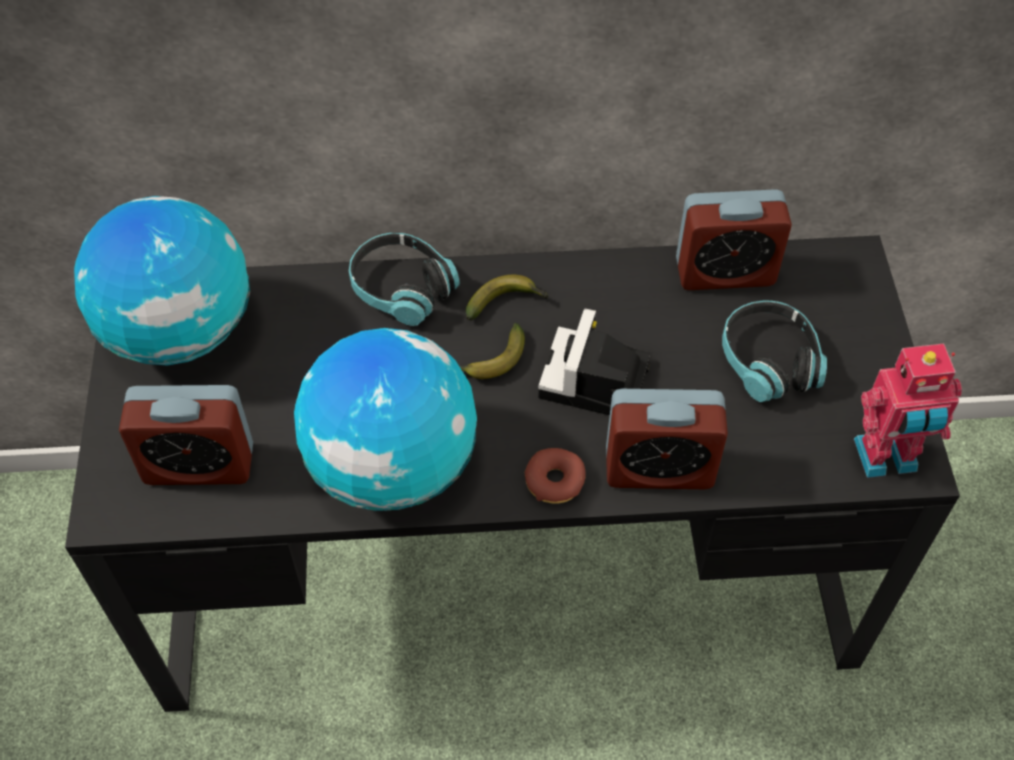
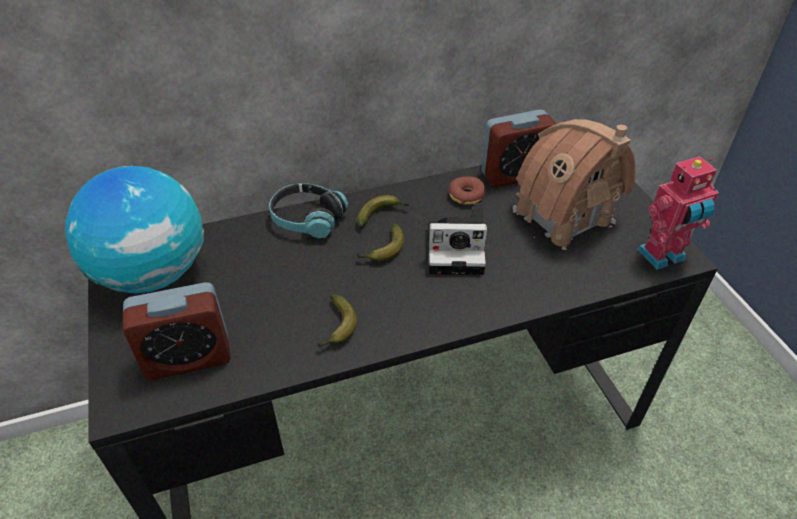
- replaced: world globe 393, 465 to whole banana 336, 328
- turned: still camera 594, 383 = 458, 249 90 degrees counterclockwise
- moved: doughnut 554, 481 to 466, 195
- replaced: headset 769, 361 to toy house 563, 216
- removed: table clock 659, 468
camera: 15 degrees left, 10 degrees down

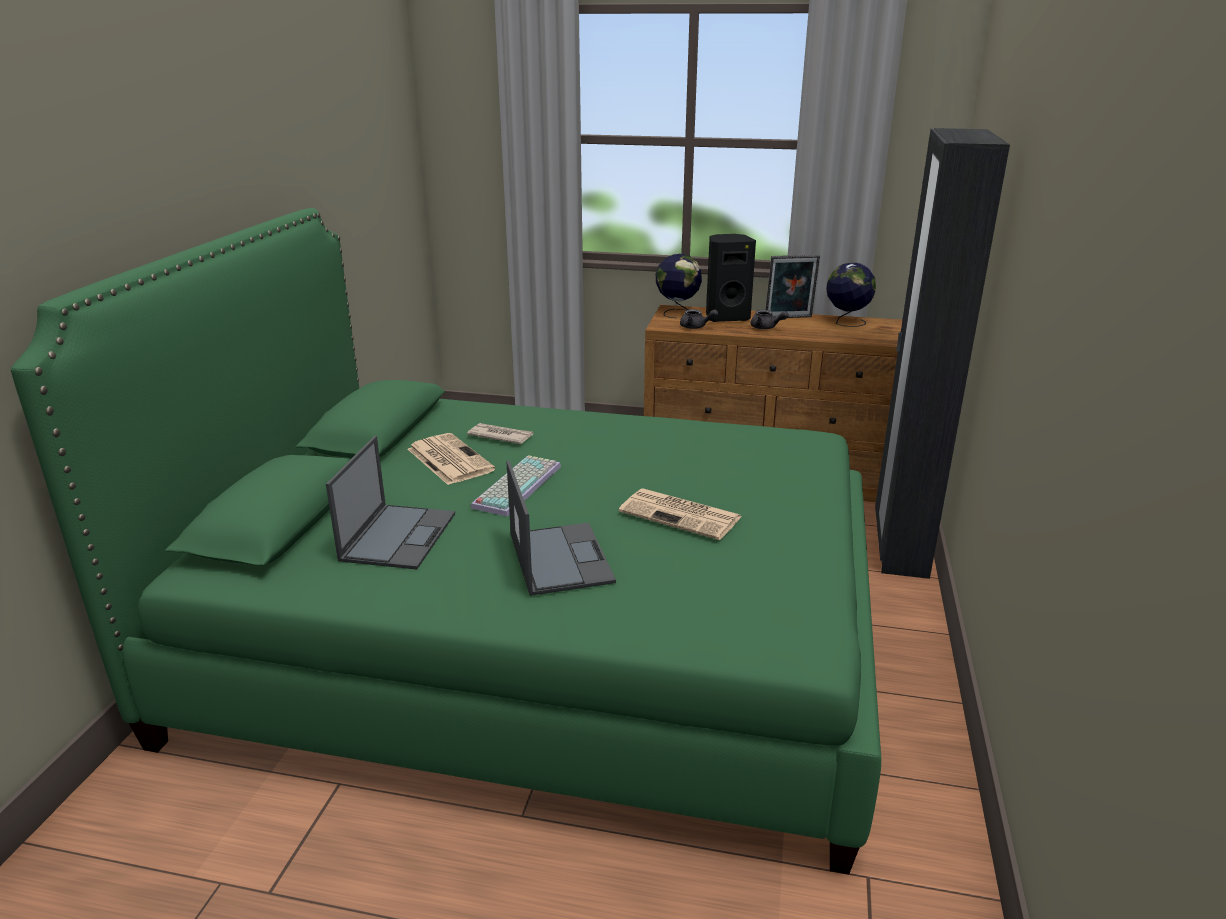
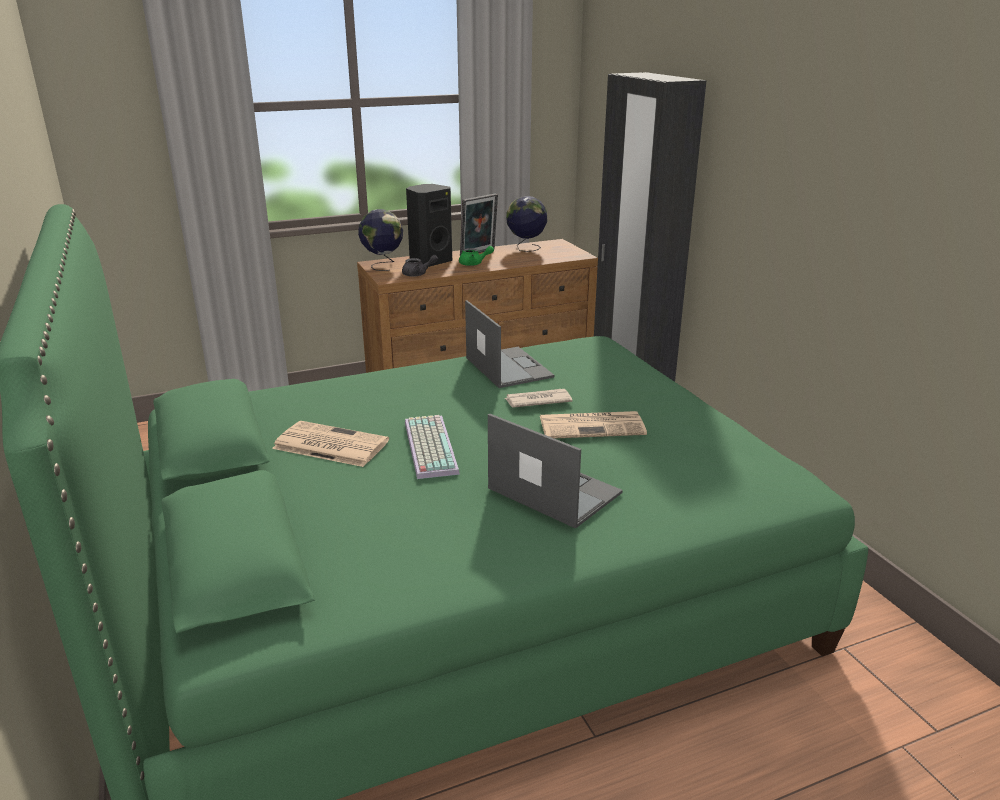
- recoloured: grey tea pot 766, 328 to green tea pot 474, 264
- moved: laptop 399, 536 to 507, 367
- moved: printed paper 500, 436 to 537, 401
camera: 35 degrees left, 0 degrees up

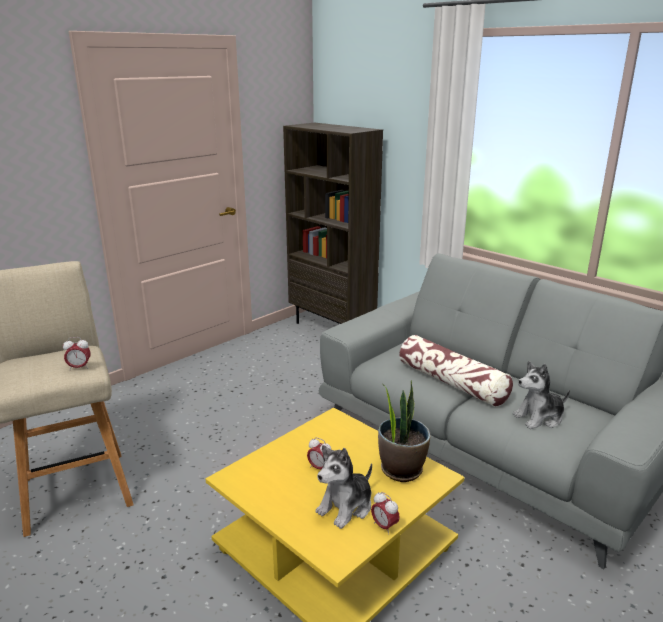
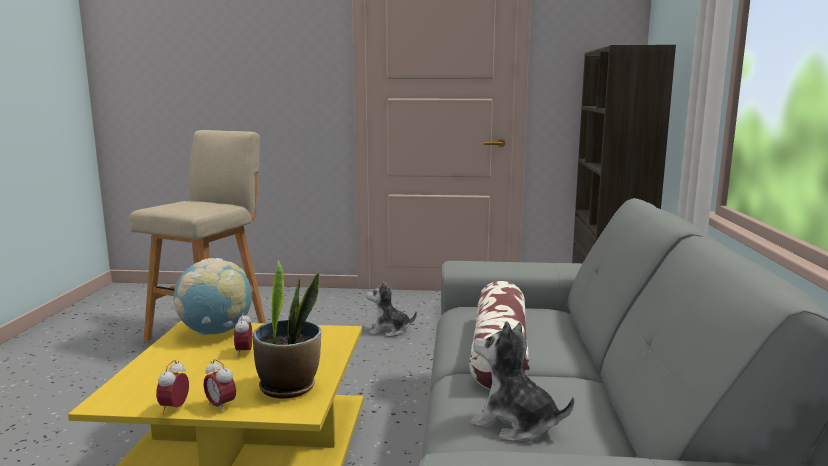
- added: world globe 216, 332
- moved: table clock 79, 368 to 221, 406
- moved: cuddly toy 346, 507 to 389, 331
camera: 50 degrees right, 10 degrees down

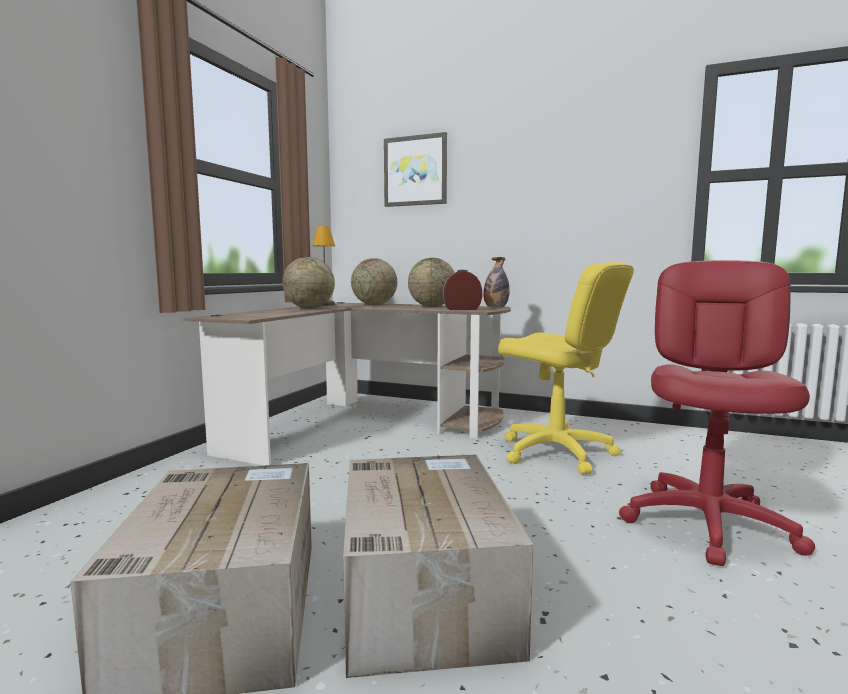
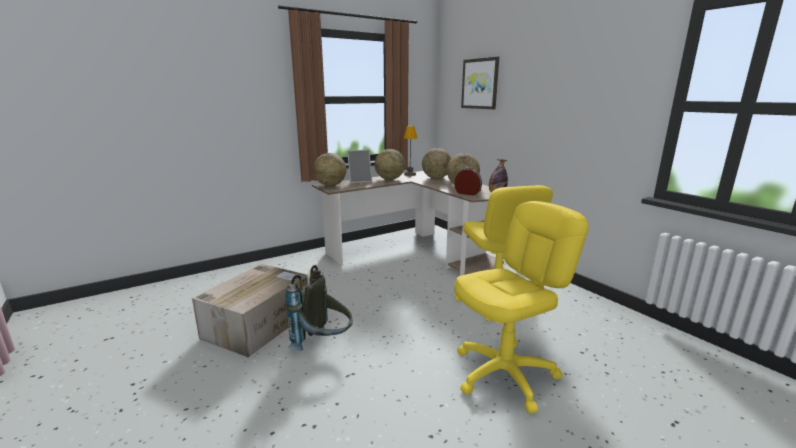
- replaced: packing box 423, 589 to grey rucksack 324, 344
- added: world globe 330, 185
- added: photo frame 360, 181
- recoloured: red office chair 708, 524 to yellow-coloured office chair 505, 374
camera: 35 degrees right, 10 degrees up

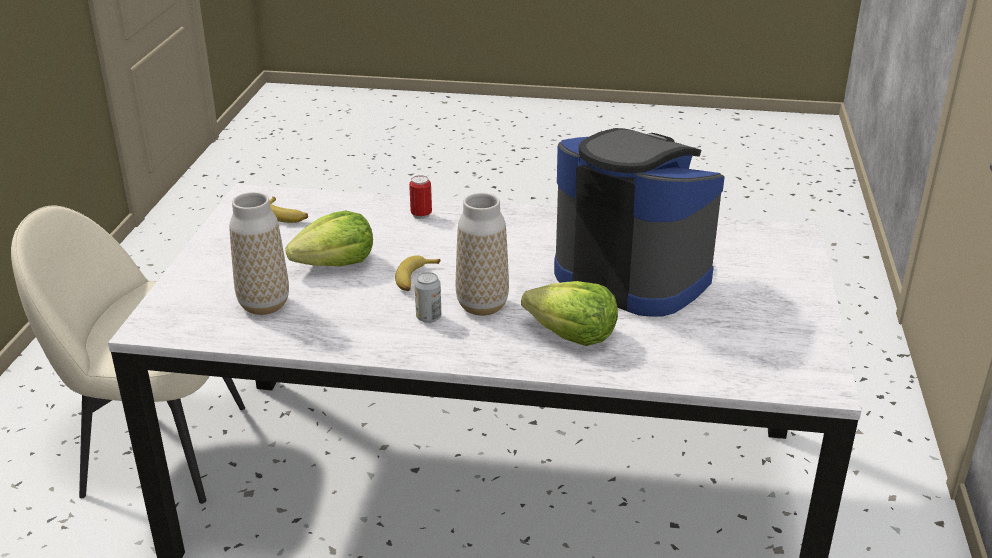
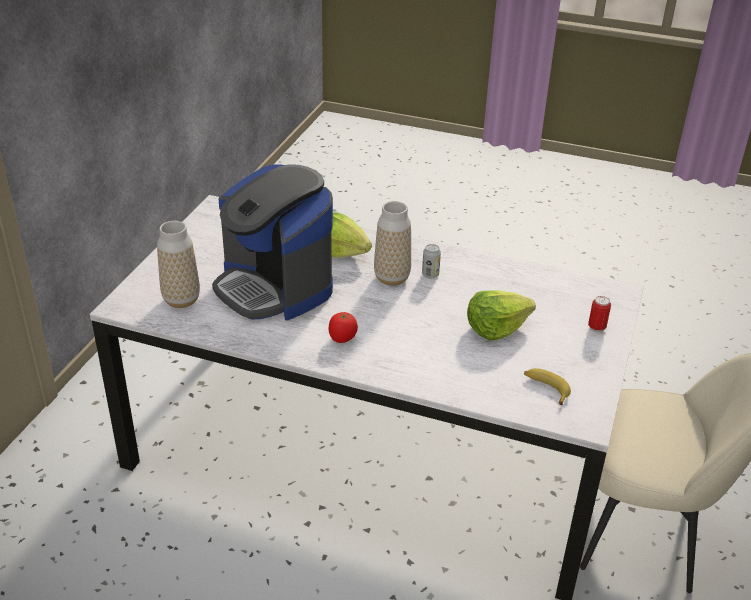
- moved: vase 264, 305 to 181, 300
- added: whole tomato 342, 338
- moved: can 421, 215 to 596, 327
- removed: whole banana 415, 279
camera: 170 degrees left, 5 degrees up

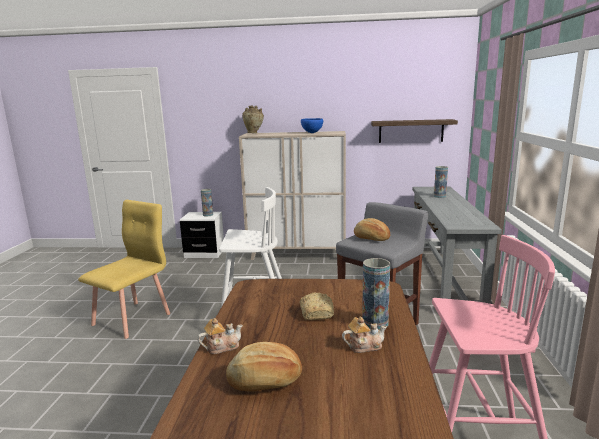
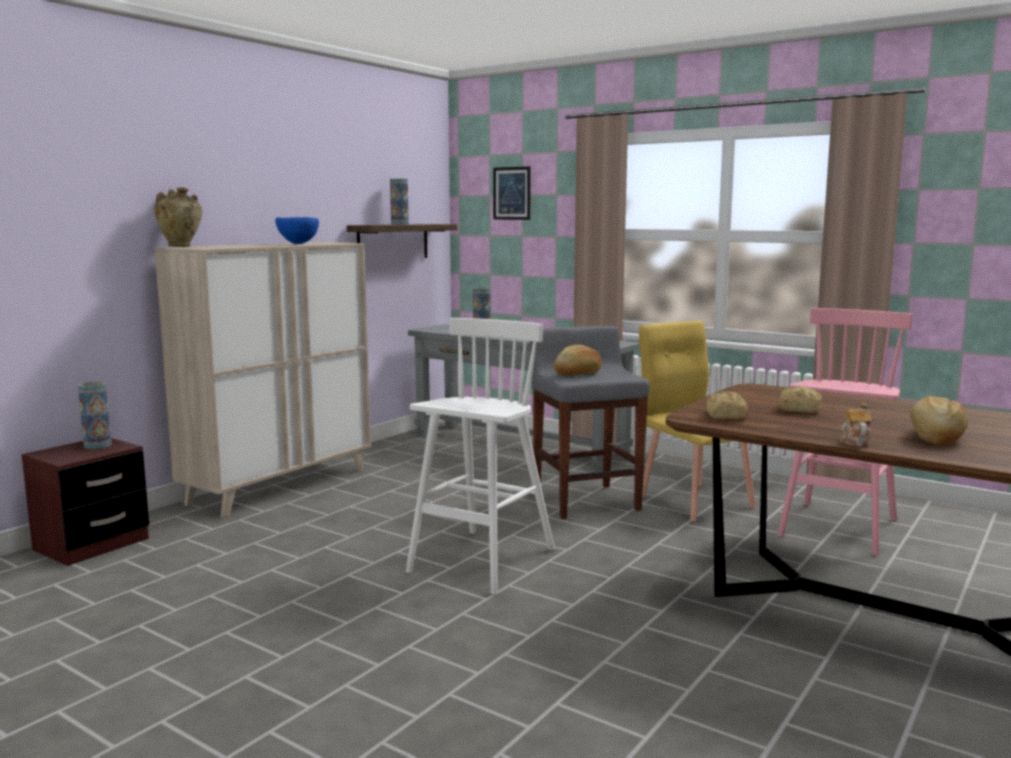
- recoloured: white bedside table 204, 253 to brown bedside table 92, 544
- moved: vase 375, 323 to 399, 224
- added: wall art 512, 193
- moved: yellow-coloured upright chair 132, 319 to 696, 501
- added: bread 725, 416
- removed: tea pot 364, 346
camera: 60 degrees left, 5 degrees down

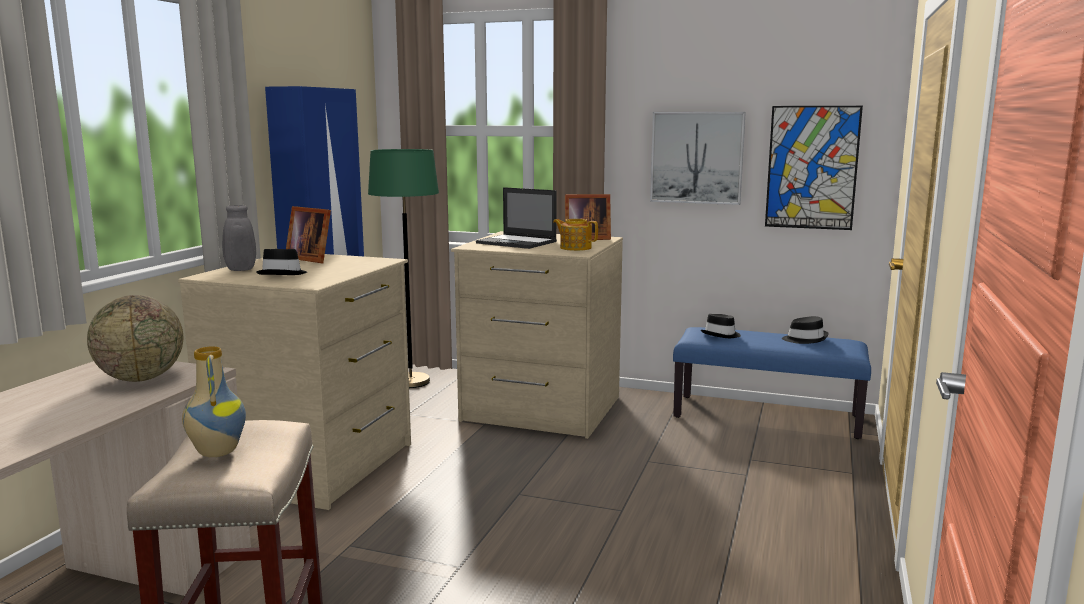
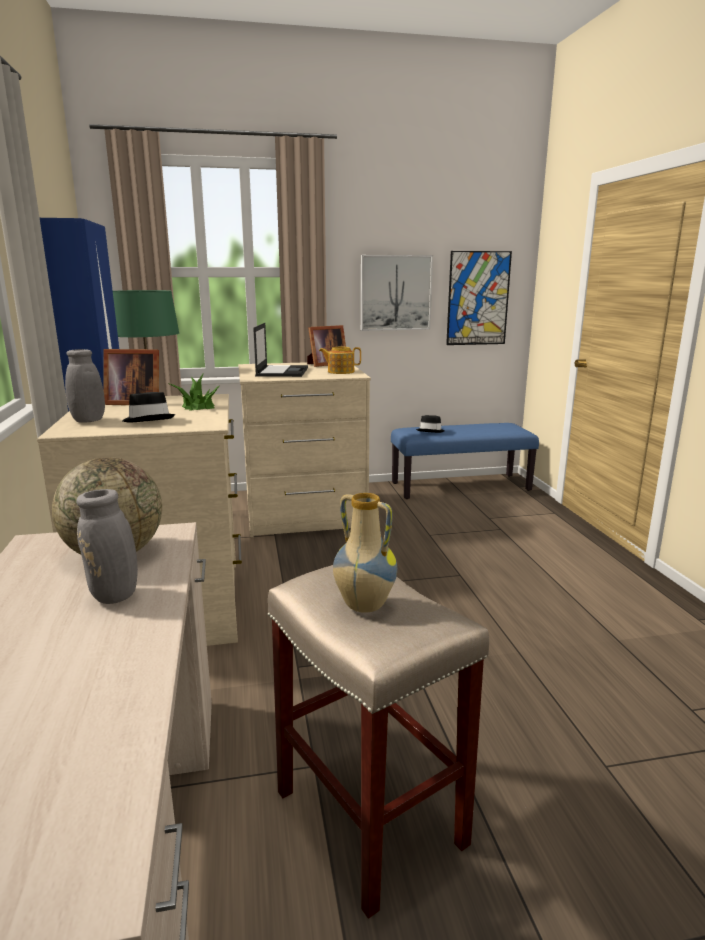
- added: grey vase 117, 597
- added: potted plant 198, 406
- turned: laptop 517, 242 = 282, 371 90 degrees counterclockwise
- removed: black-coloured hat 805, 339
camera: 30 degrees left, 5 degrees up

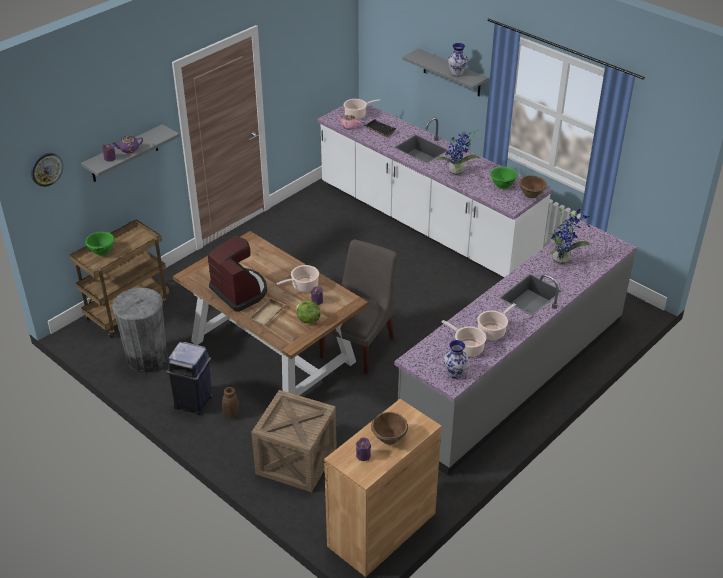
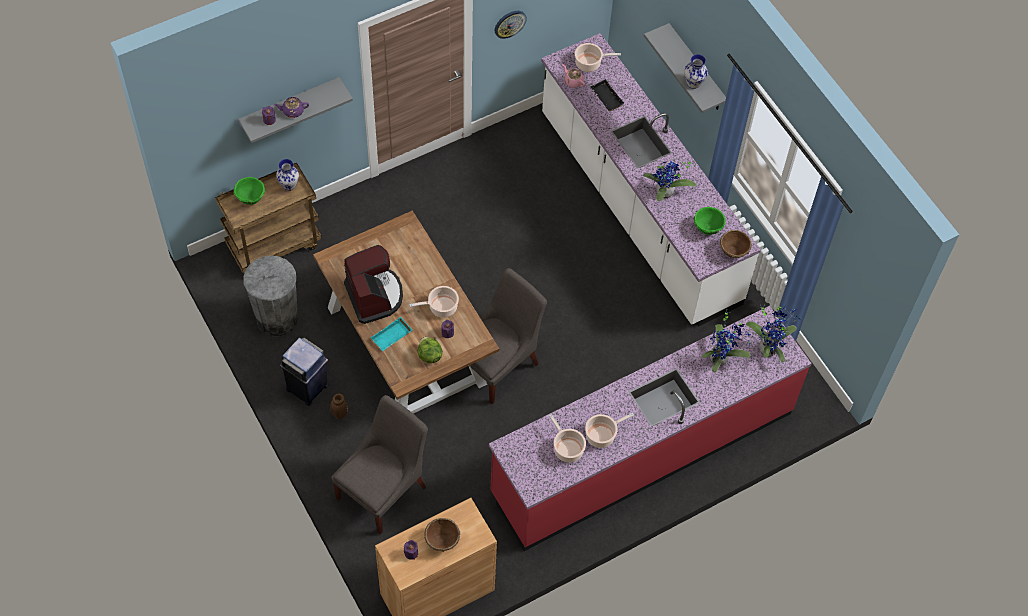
- moved: vase 455, 374 to 289, 185
- replaced: crate 296, 461 to grey upright chair 384, 489
- recoloured: beige carrying tray 268, 315 to blue-green carrying tray 391, 337
- recoloured: grey kitchen base unit 513, 376 to red kitchen base unit 642, 452
- moved: hanging clock 46, 169 to 509, 23
- added: potted plant 769, 347
camera: 15 degrees right, 20 degrees up

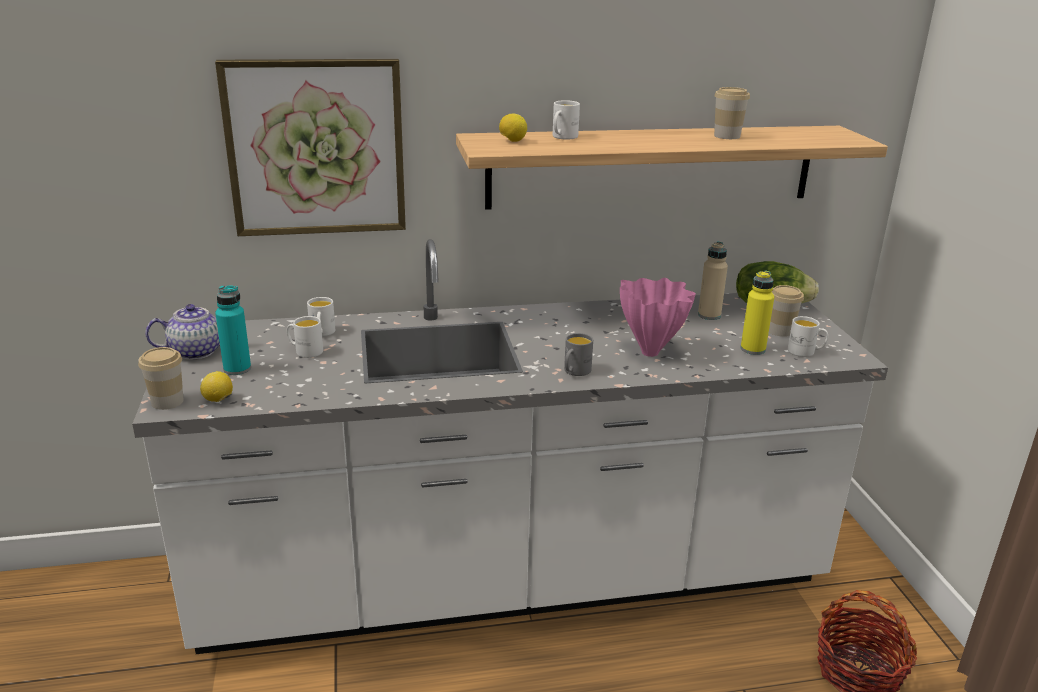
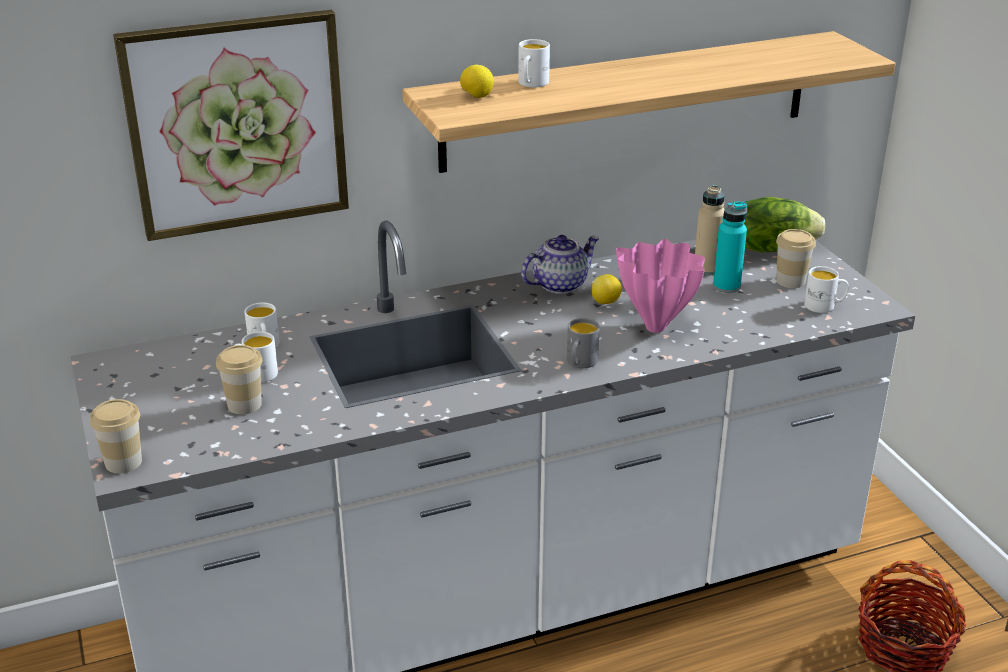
- moved: small cup 727, 136 to 244, 404
- moved: tea pot 197, 351 to 560, 284
- moved: lemon 219, 400 to 606, 302
- moved: blue-green beverage bottle 237, 369 to 726, 286
- removed: yellow-coloured beverage bottle 752, 349
camera: 10 degrees left, 5 degrees up

